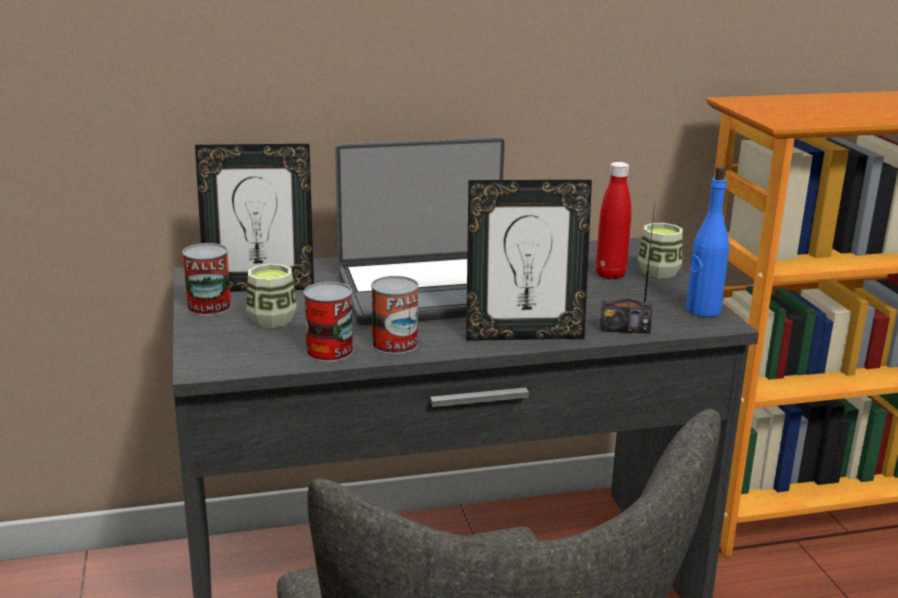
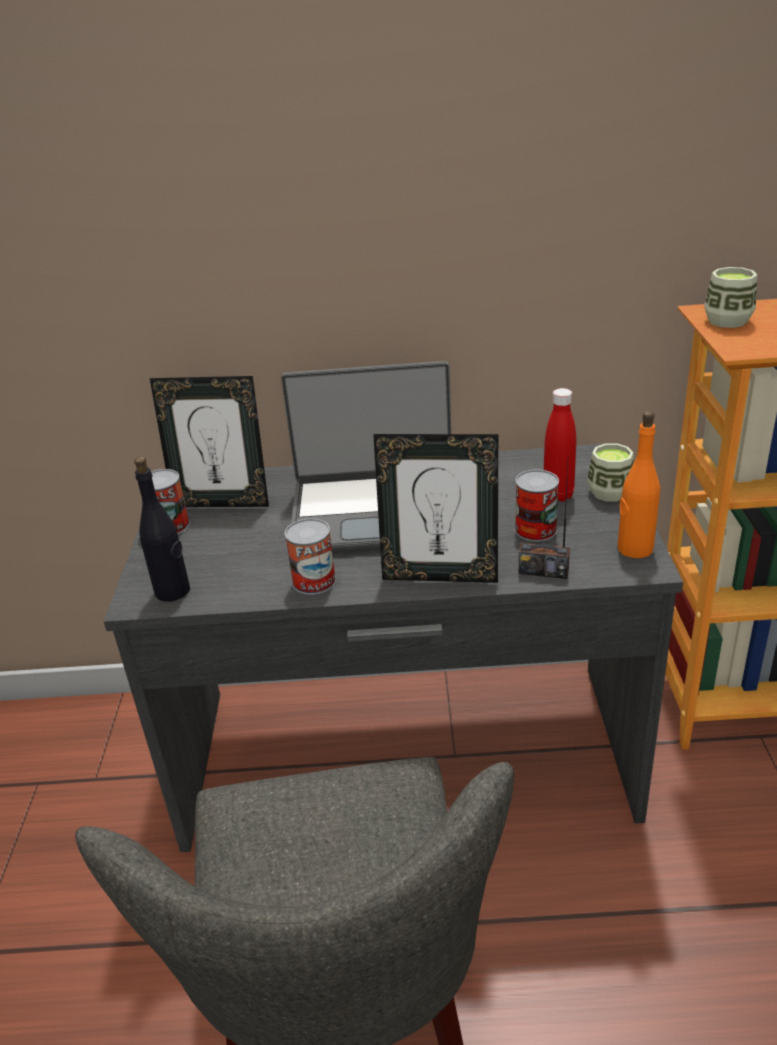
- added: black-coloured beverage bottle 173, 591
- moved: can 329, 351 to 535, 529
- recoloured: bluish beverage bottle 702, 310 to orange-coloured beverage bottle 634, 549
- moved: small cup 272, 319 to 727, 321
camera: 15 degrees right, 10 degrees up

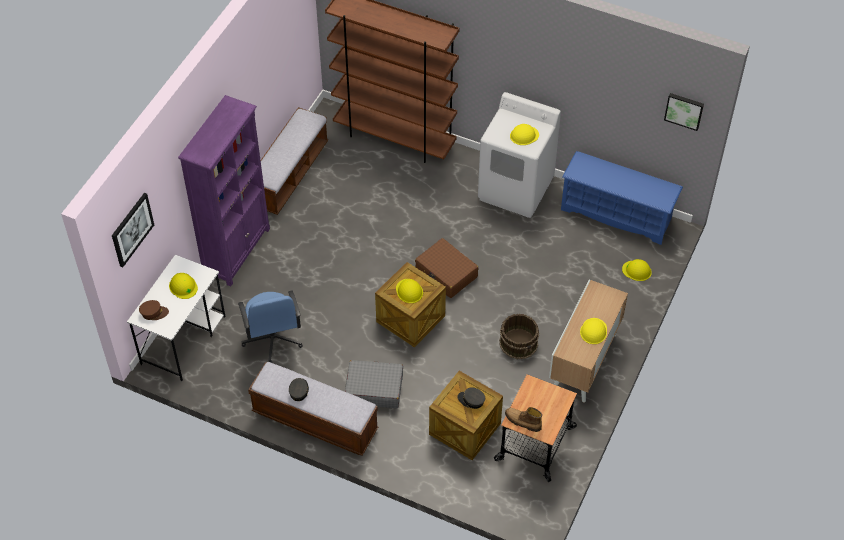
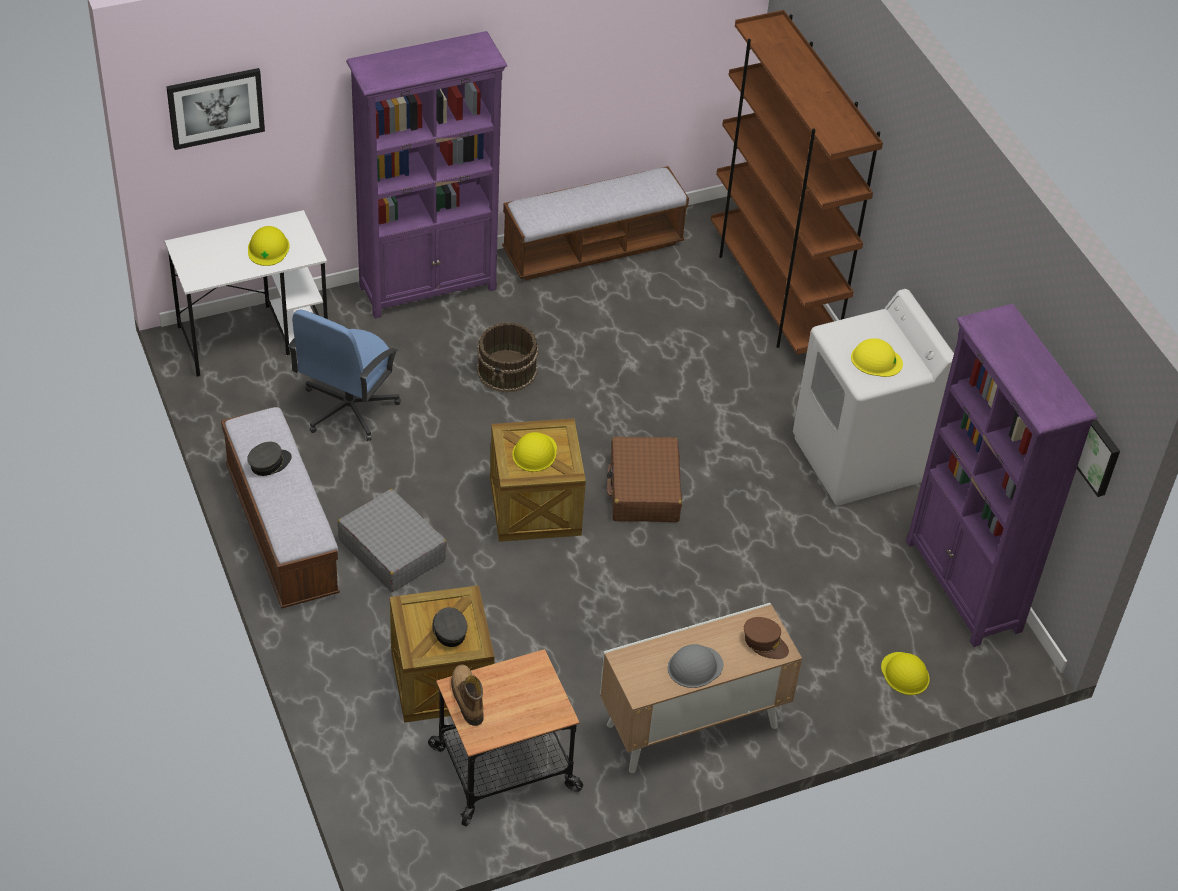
- moved: brown pail 519, 343 to 507, 370
- recoloured: yellow-coloured work helmet 593, 331 to grey work helmet 694, 666
- moved: brown cap 154, 313 to 764, 643
- replaced: bluish shoe stand 617, 214 to purple-coloured bookshelf 963, 586
camera: 40 degrees right, 5 degrees down

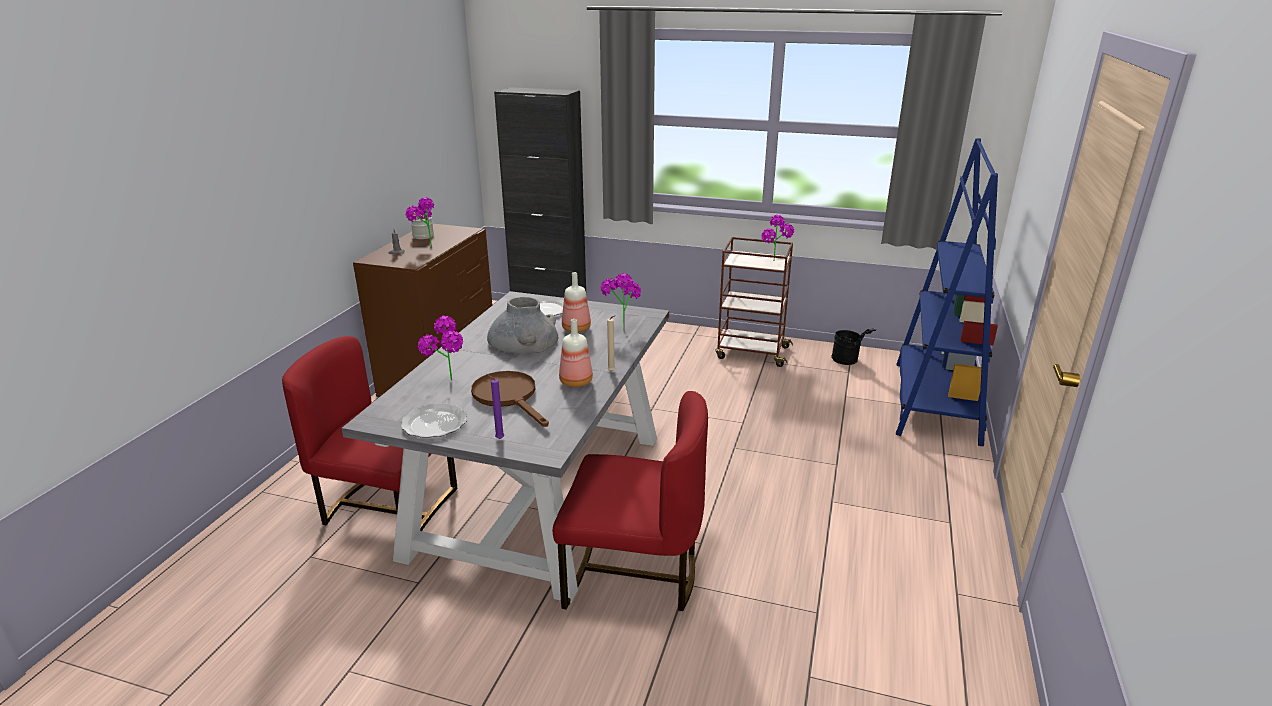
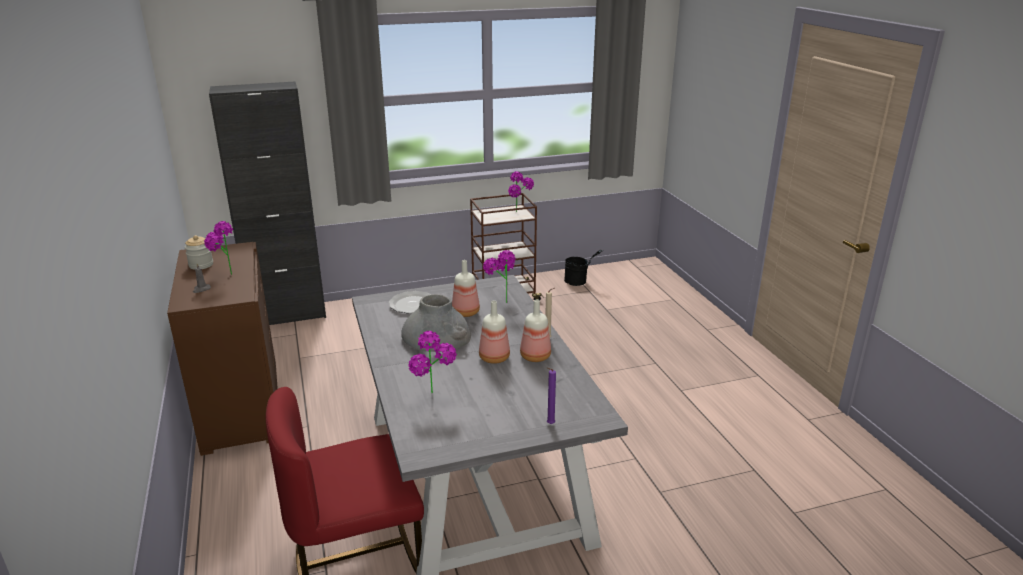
- added: beverage bottle 495, 358
- removed: flat dish 435, 423
- removed: brown skillet 509, 397
- removed: red upright chair 633, 575
- removed: bluish bookshelf 935, 402
camera: 35 degrees left, 0 degrees up

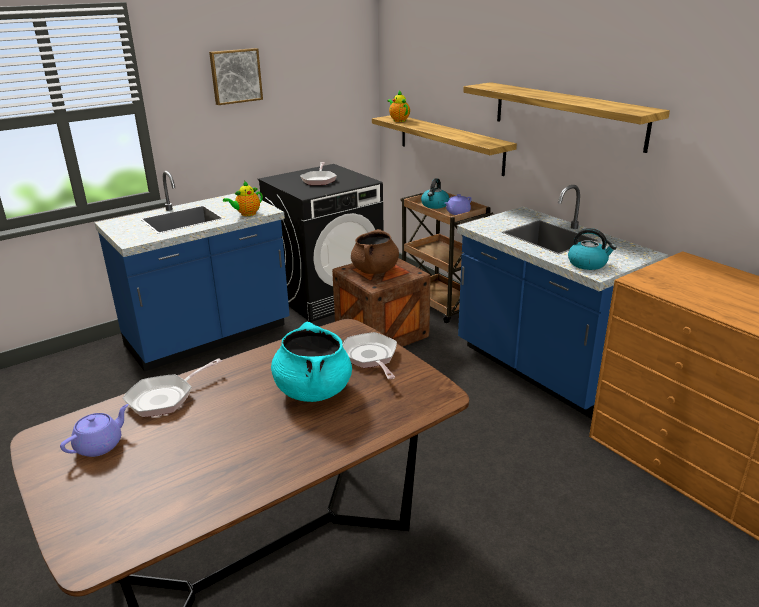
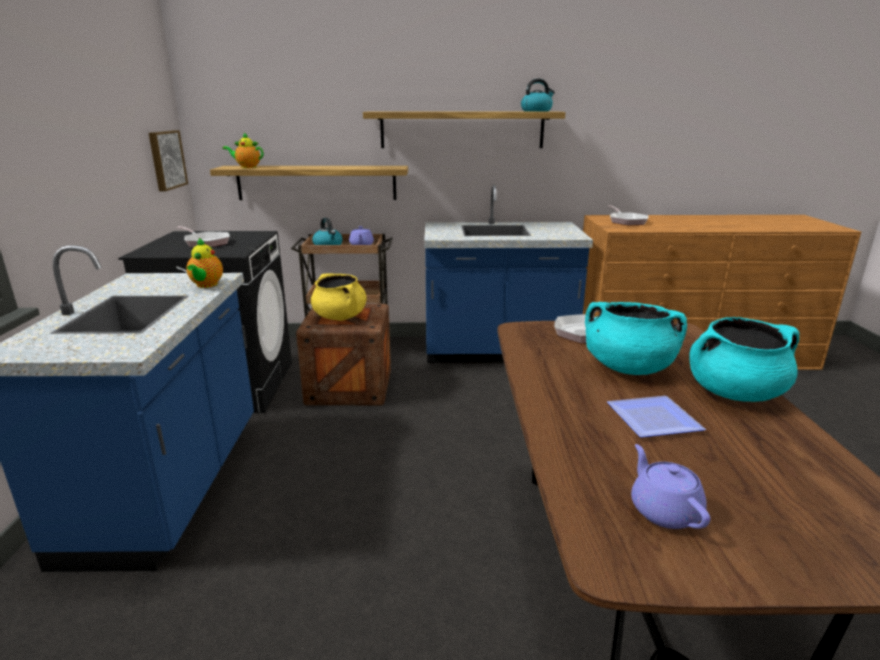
- moved: wall art 235, 76 to 166, 160
- recoloured: brown saucepot 375, 270 to yellow-coloured saucepot 340, 317
- moved: tea kettle 588, 264 to 536, 111
- added: flat dish 652, 421
- moved: skillet 165, 398 to 626, 221
- added: blue-green saucepot 735, 392
camera: 55 degrees left, 5 degrees down

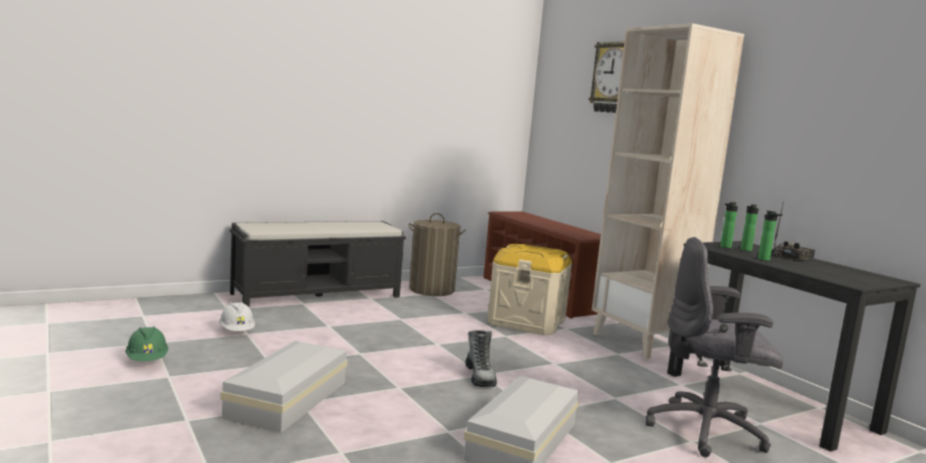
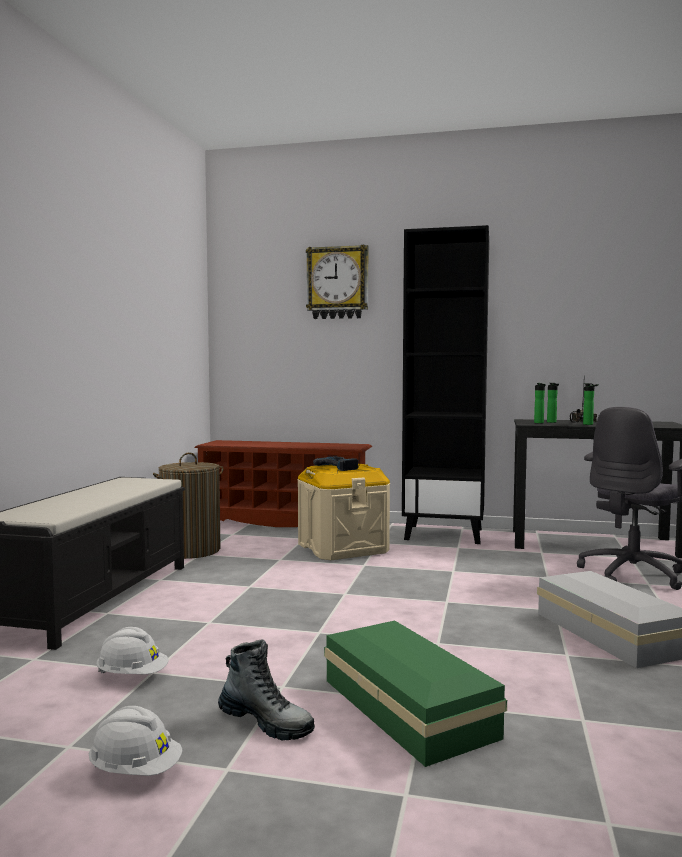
- recoloured: green work helmet 147, 360 to white work helmet 135, 771
- moved: tall boot 480, 377 to 266, 722
- added: power drill 339, 467
- recoloured: white storage container 290, 399 to green storage container 407, 705
- recoloured: beige bookshelf 642, 342 to black-coloured bookshelf 444, 534
camera: 45 degrees left, 5 degrees down

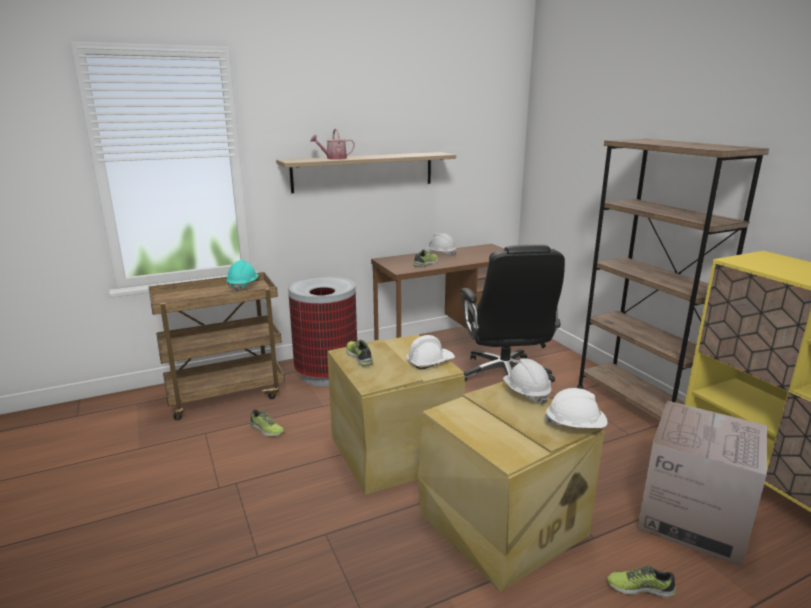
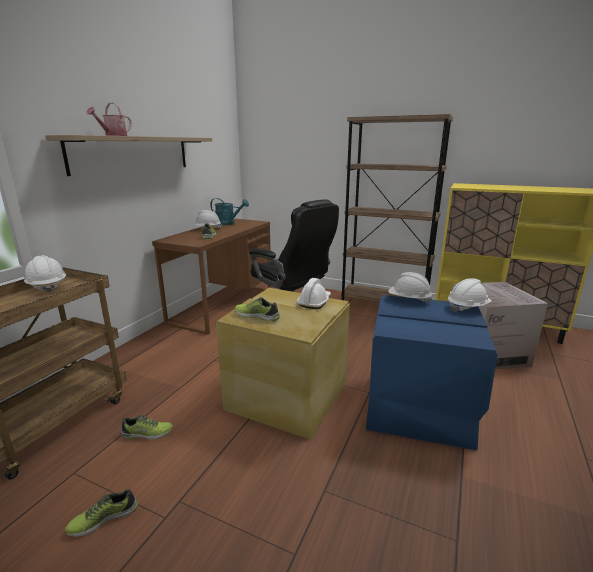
- recoloured: blue-green work helmet 243, 285 to white work helmet 47, 286
- moved: shoe 639, 587 to 104, 518
- added: blue-green watering can 228, 223
- recoloured: beige storage container 502, 525 to bluish storage container 420, 408
- removed: rubbish bin 327, 374
camera: 40 degrees left, 0 degrees up

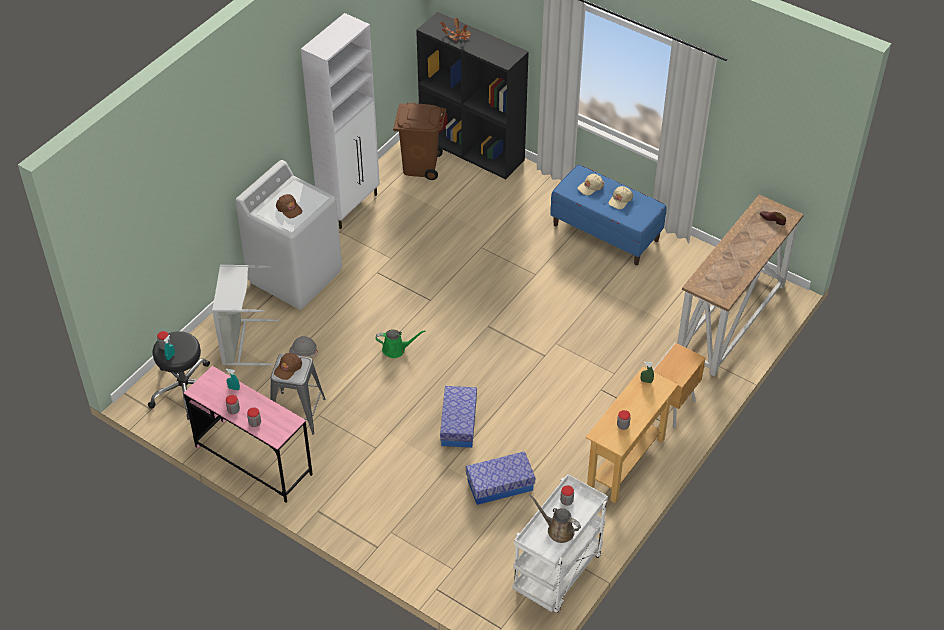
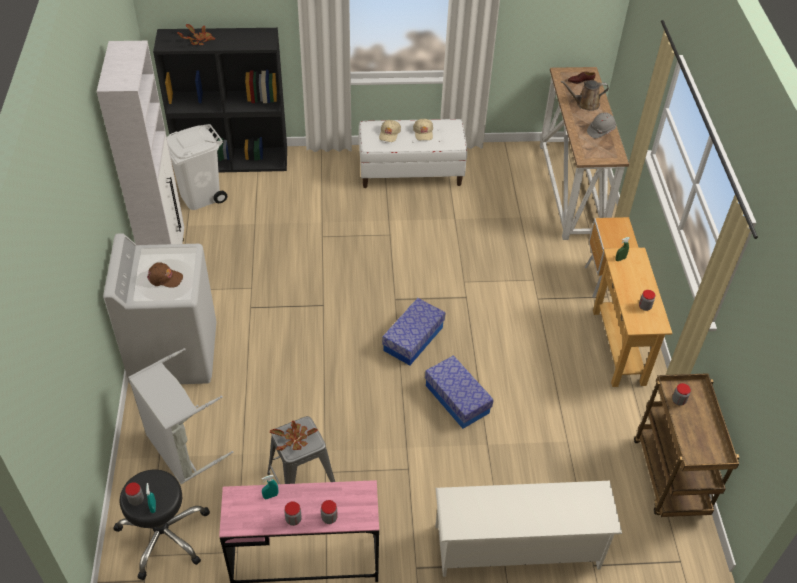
- recoloured: brown rubbish bin 420, 166 to white rubbish bin 200, 195
- replaced: brown cap 288, 368 to potted plant 295, 440
- recoloured: bluish bench 606, 232 to white bench 411, 172
- moved: storage container 500, 485 to 413, 339
- added: white shoe stand 517, 547
- moved: brown watering can 558, 530 to 585, 104
- moved: grey work helmet 303, 352 to 600, 131
- recoloured: white cart 558, 575 to brown cart 671, 478
- removed: green watering can 396, 349
camera: 40 degrees left, 0 degrees up

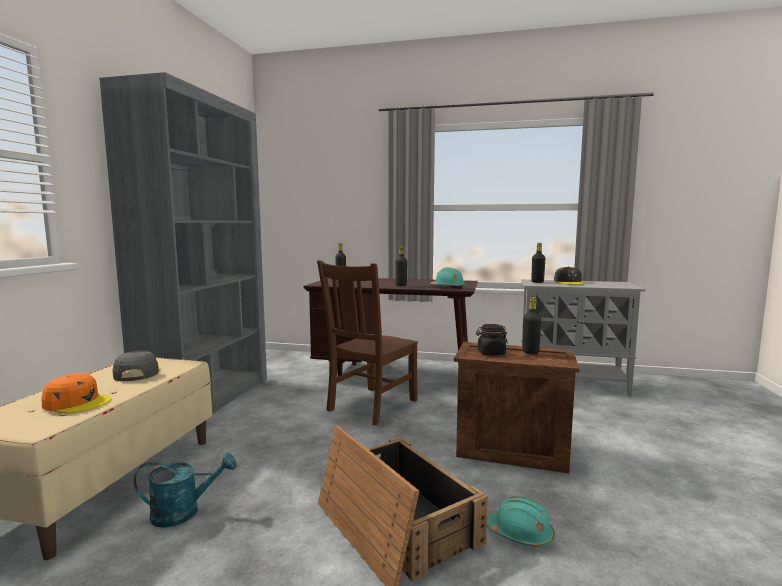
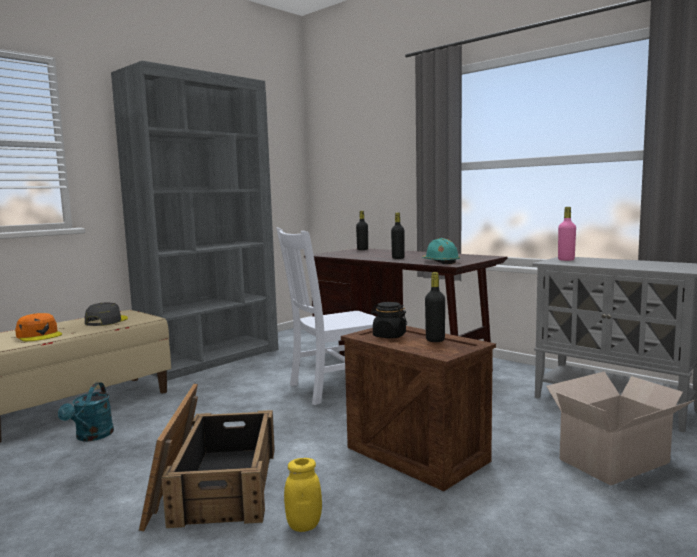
- turned: blue-green watering can 184, 512 = 92, 437 75 degrees clockwise
- recoloured: brown upright chair 370, 406 to white upright chair 334, 387
- replaced: blue-green work helmet 520, 534 to yellow-coloured storage jar 304, 525
- added: packing box 617, 460
- recoloured: black-coloured beverage bottle 537, 282 to pink-coloured beverage bottle 566, 260
- removed: grey cap 569, 282
camera: 30 degrees right, 0 degrees up

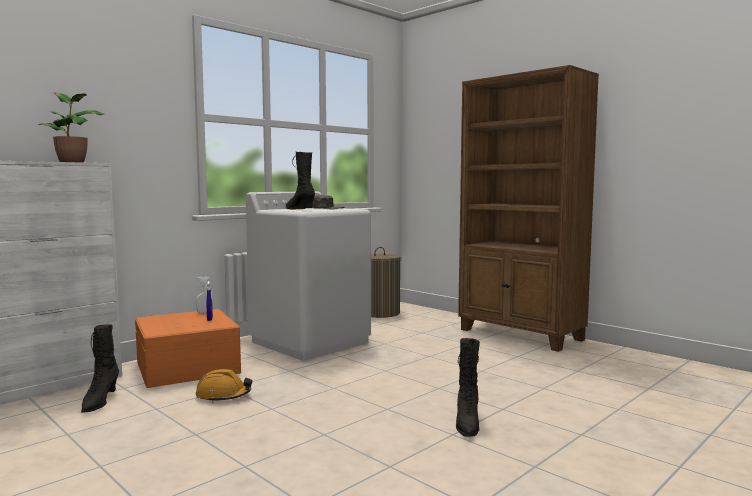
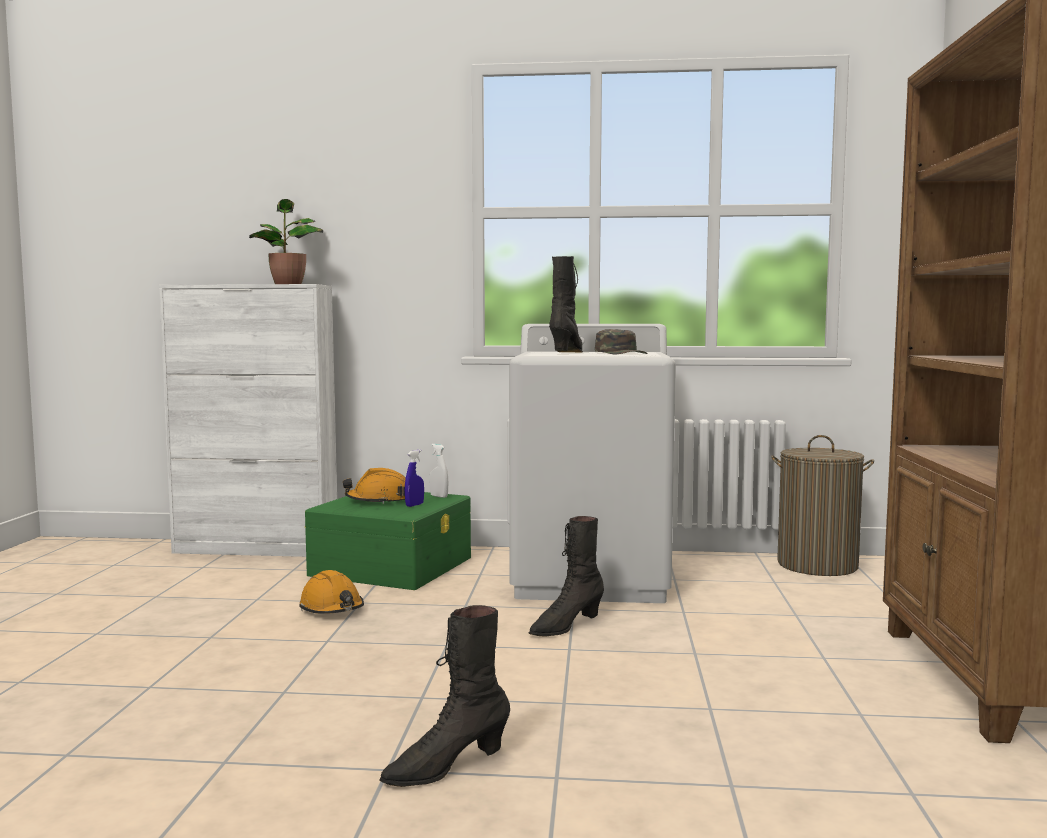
- recoloured: orange-coloured storage container 187, 367 to green storage container 392, 566
- added: orange-coloured work helmet 379, 500
- moved: black-coloured tall boot 99, 401 to 566, 626
camera: 50 degrees right, 0 degrees up

